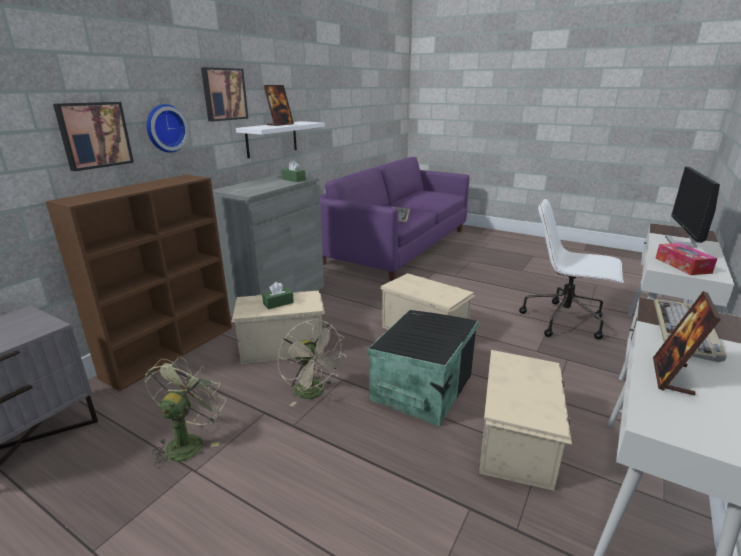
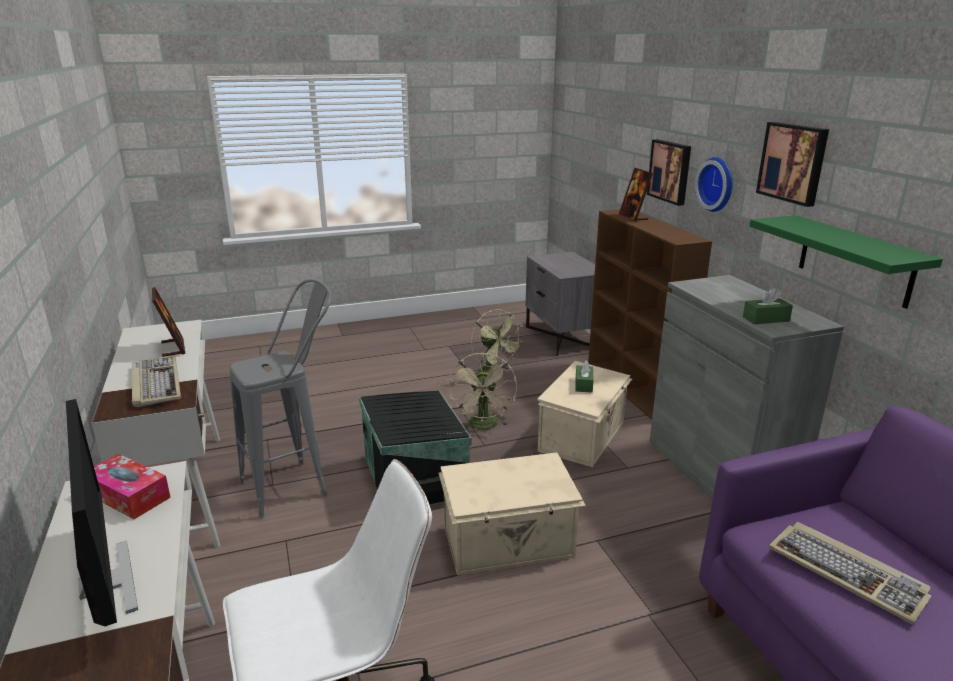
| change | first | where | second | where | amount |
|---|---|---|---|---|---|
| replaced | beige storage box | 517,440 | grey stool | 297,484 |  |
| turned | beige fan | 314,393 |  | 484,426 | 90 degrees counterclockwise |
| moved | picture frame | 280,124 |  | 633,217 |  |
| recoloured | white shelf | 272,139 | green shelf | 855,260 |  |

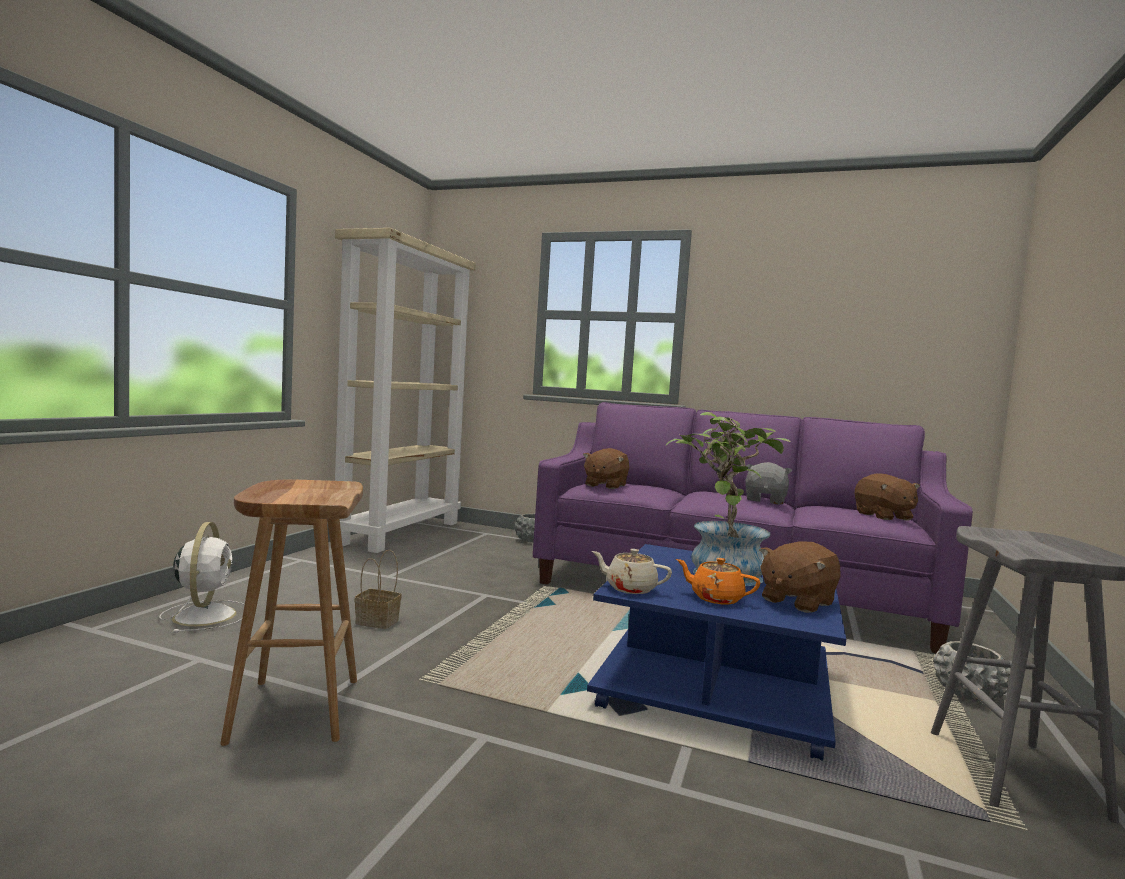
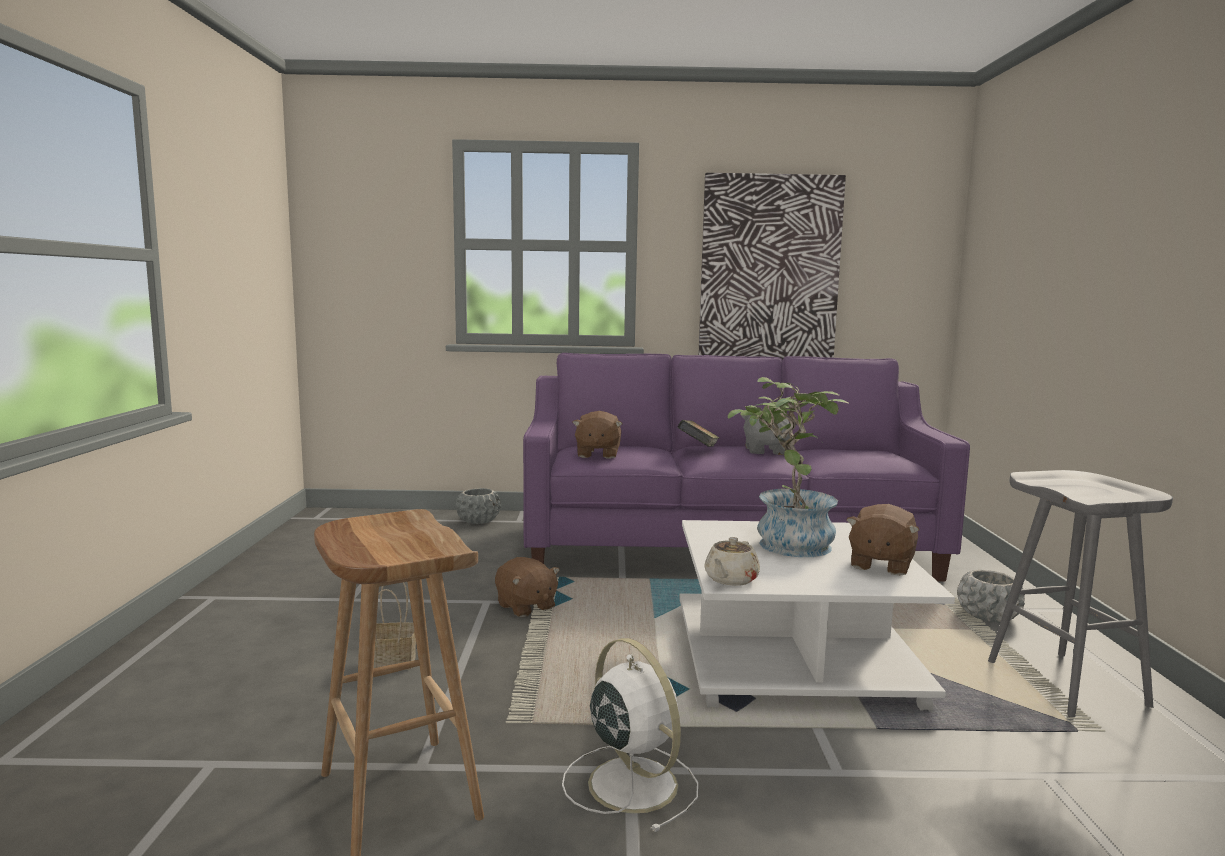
| change | first | where | second | where | amount |
|---|---|---|---|---|---|
| moved | brown plush toy | 883,516 |  | 526,607 |  |
| moved | white fan | 205,615 |  | 630,782 |  |
| added |  |  | book | 698,449 |  |
| recoloured | blue coffee table | 718,685 | white coffee table | 795,657 |  |
| added |  |  | picture | 769,269 |  |
| turned | beige teapot | 630,588 |  | 730,579 | 60 degrees counterclockwise |
| removed | beige bookcase | 400,533 |  |  |  |
| removed | orange teapot | 715,598 |  |  |  |

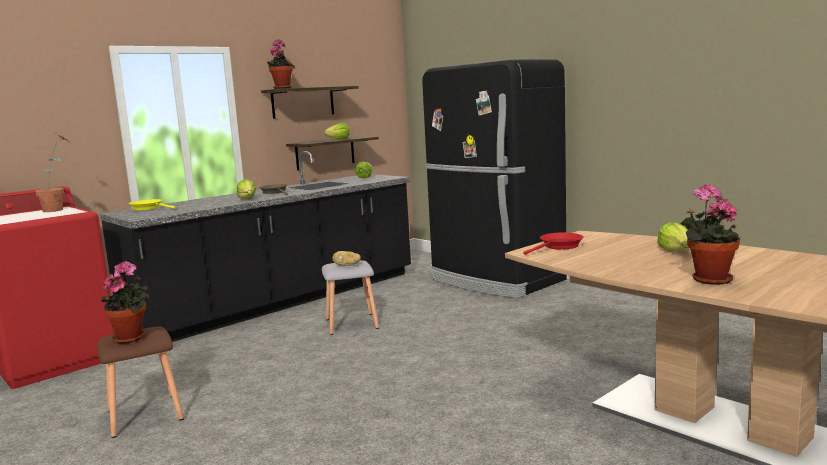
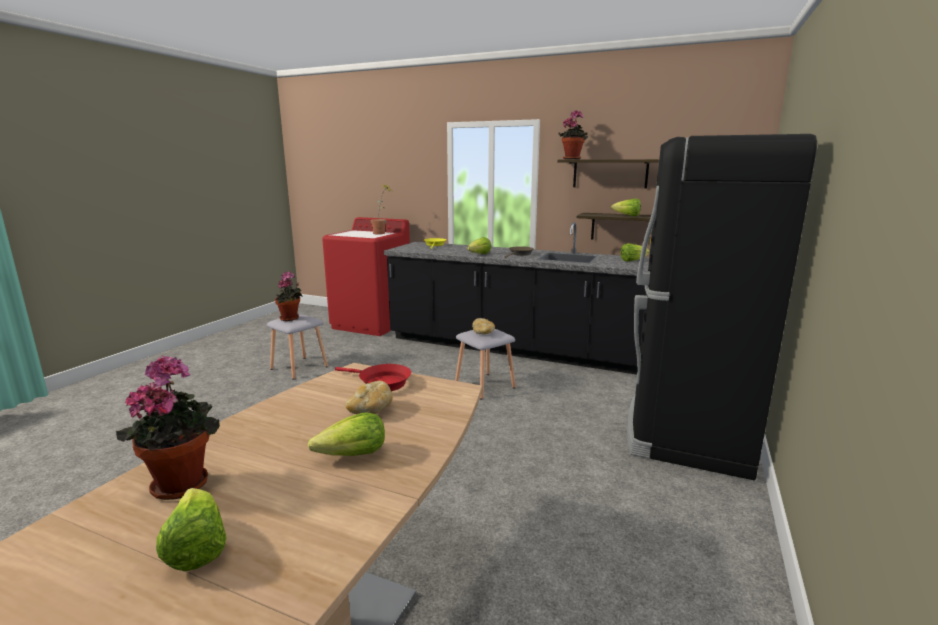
| change | first | where | second | where | amount |
|---|---|---|---|---|---|
| added |  |  | lettuce | 196,548 |  |
| recoloured | brown stool | 144,415 | grey stool | 299,367 |  |
| added |  |  | bread | 371,410 |  |

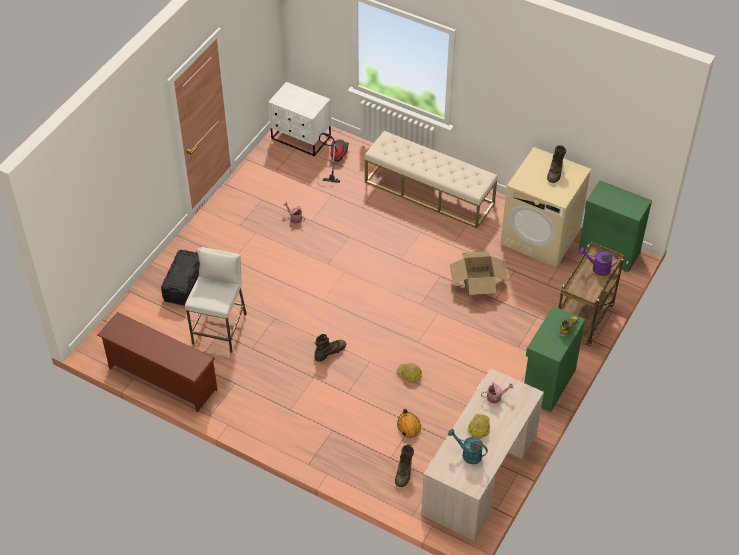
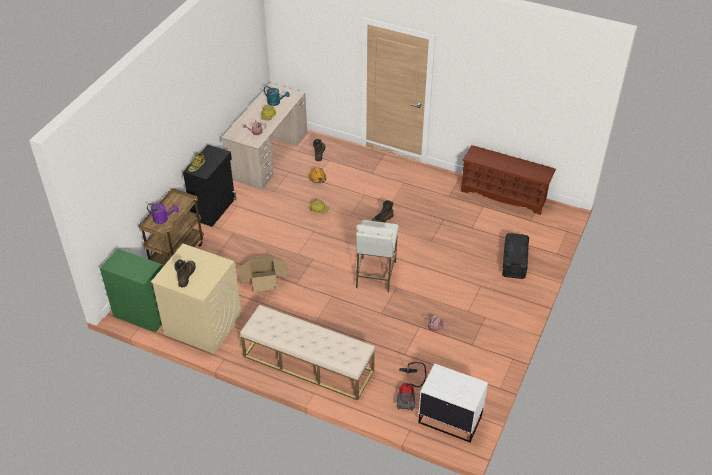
| change | first | where | second | where | amount |
|---|---|---|---|---|---|
| recoloured | green cabinet | 547,384 | black cabinet | 214,209 |  |
| moved | white stool | 220,328 |  | 375,275 |  |

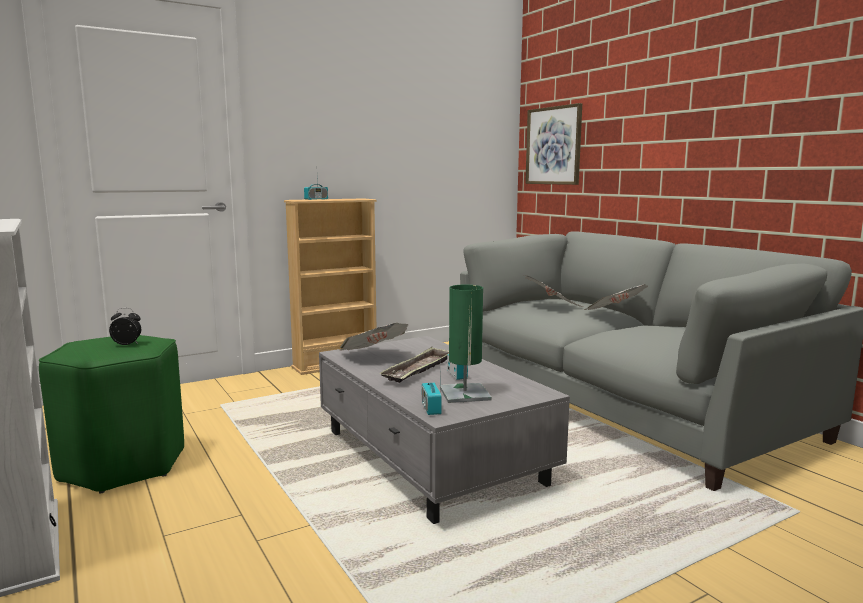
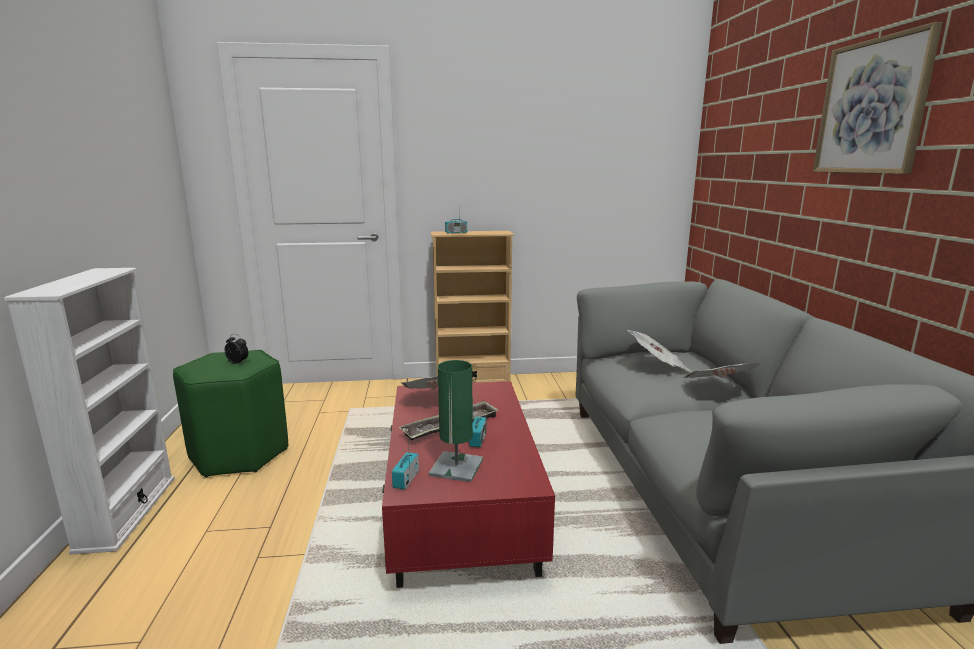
| change | first | where | second | where | amount |
|---|---|---|---|---|---|
| recoloured | grey coffee table | 431,458 | red coffee table | 461,509 |  |
| moved | picture | 553,146 |  | 872,107 |  |

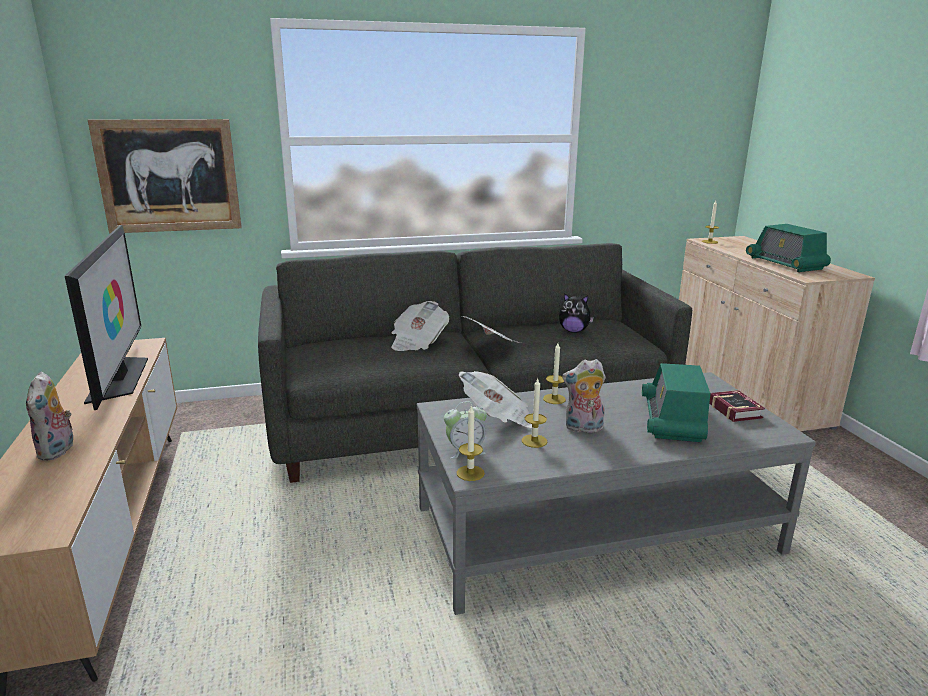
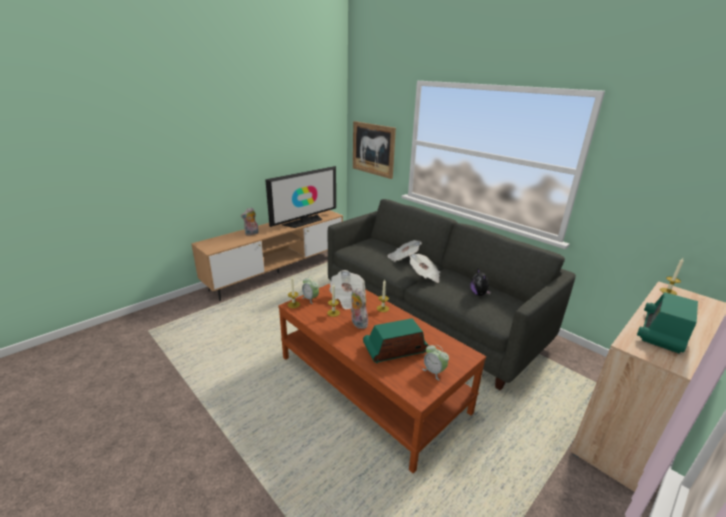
| change | first | where | second | where | amount |
|---|---|---|---|---|---|
| recoloured | grey coffee table | 596,530 | brown coffee table | 371,384 |  |
| replaced | book | 734,409 | alarm clock | 434,372 |  |

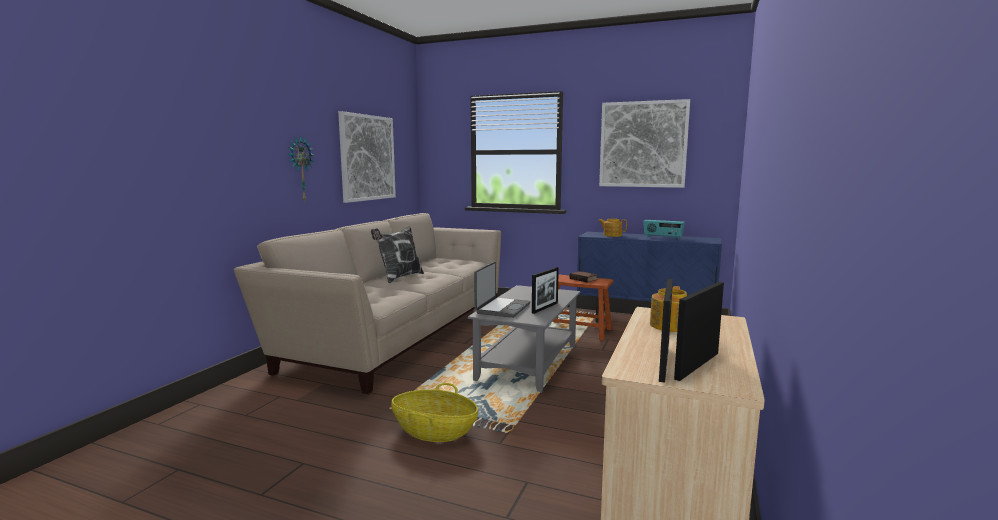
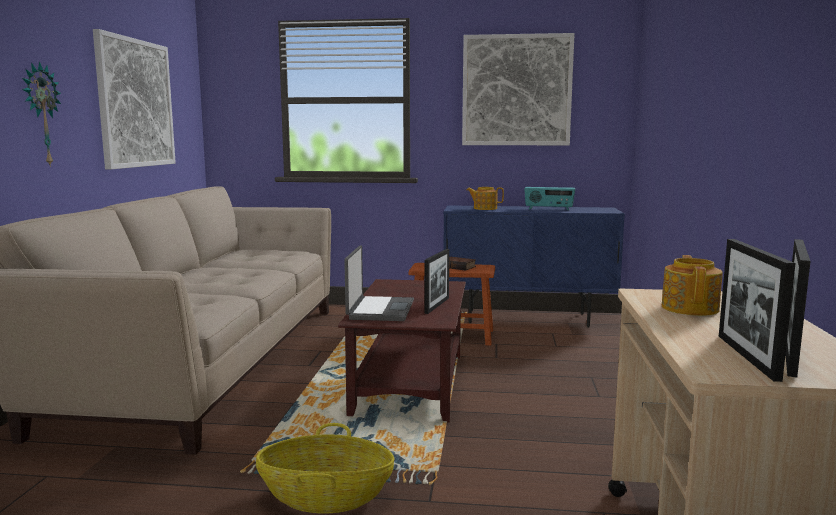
| change | first | where | second | where | amount |
|---|---|---|---|---|---|
| recoloured | grey coffee table | 528,362 | brown coffee table | 409,382 |  |
| removed | pillow | 399,277 |  |  |  |

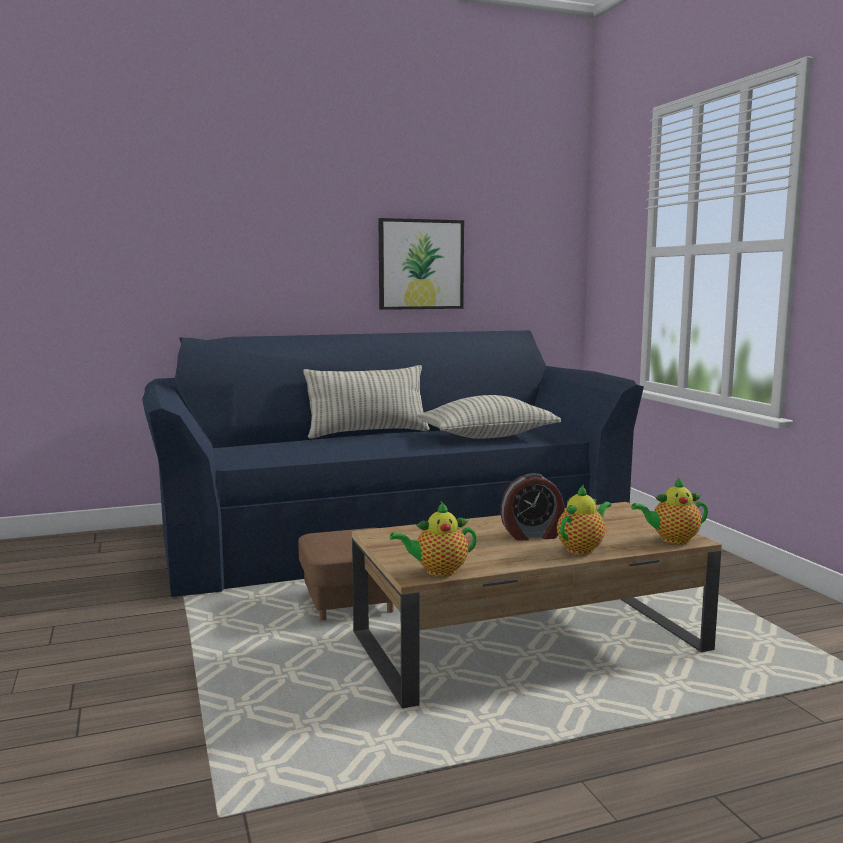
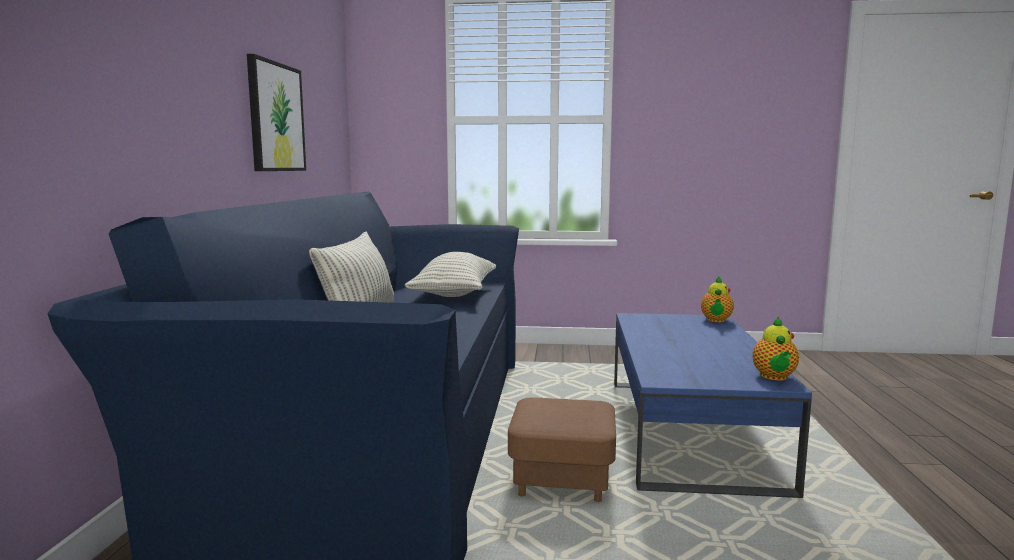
| change | first | where | second | where | amount |
|---|---|---|---|---|---|
| recoloured | brown coffee table | 531,641 | blue coffee table | 688,429 |  |
| removed | alarm clock | 532,535 |  |  |  |
| removed | teapot | 582,549 |  |  |  |

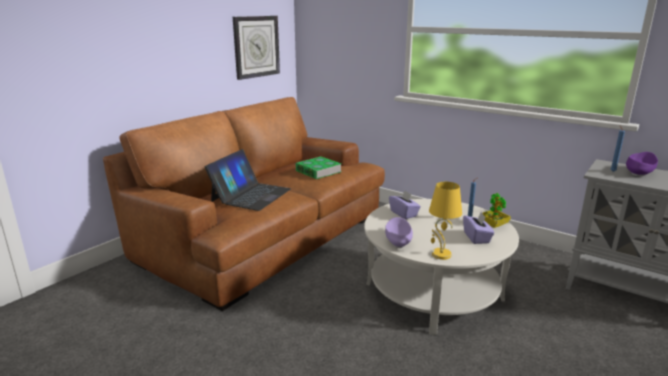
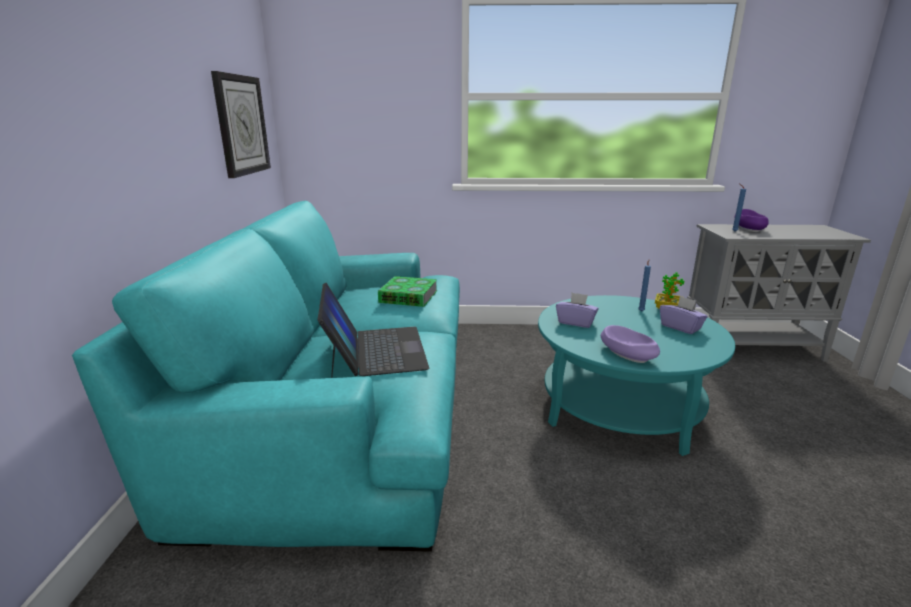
| change | first | where | second | where | amount |
|---|---|---|---|---|---|
| recoloured | brown sofa | 263,235 | turquoise sofa | 345,410 |  |
| recoloured | white coffee table | 433,291 | turquoise coffee table | 620,406 |  |
| removed | yellow table lamp | 440,254 |  |  |  |

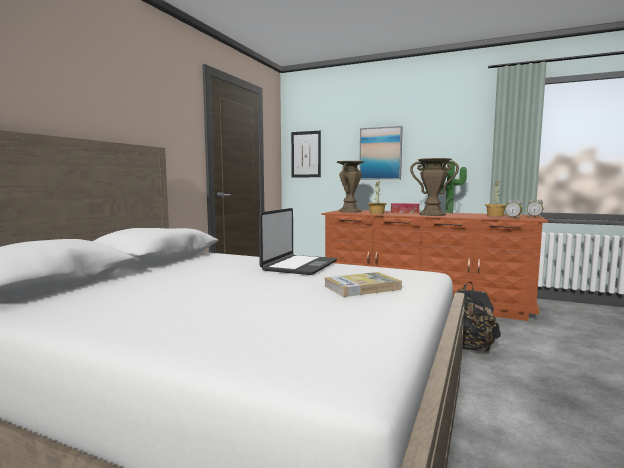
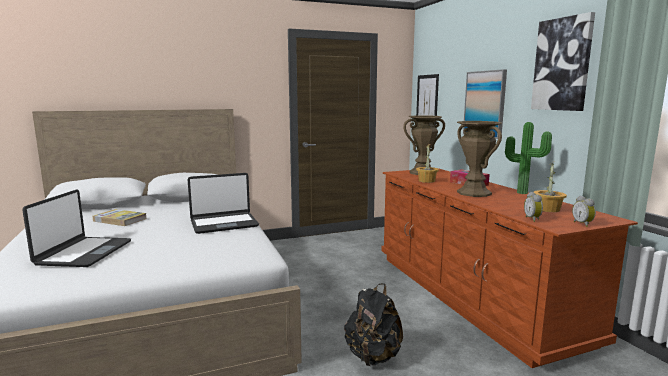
| change | first | where | second | where | amount |
|---|---|---|---|---|---|
| added |  |  | laptop | 84,253 |  |
| moved | book | 362,287 |  | 120,220 |  |
| added |  |  | picture | 562,64 |  |

